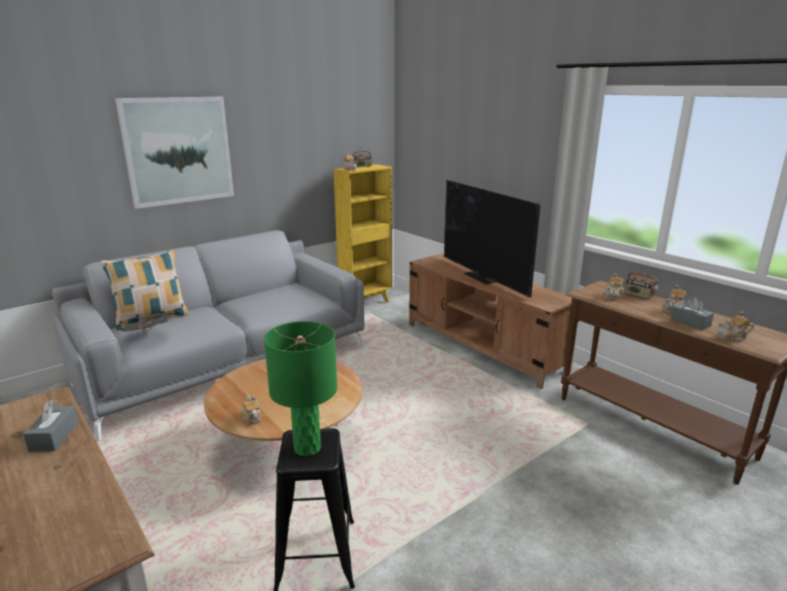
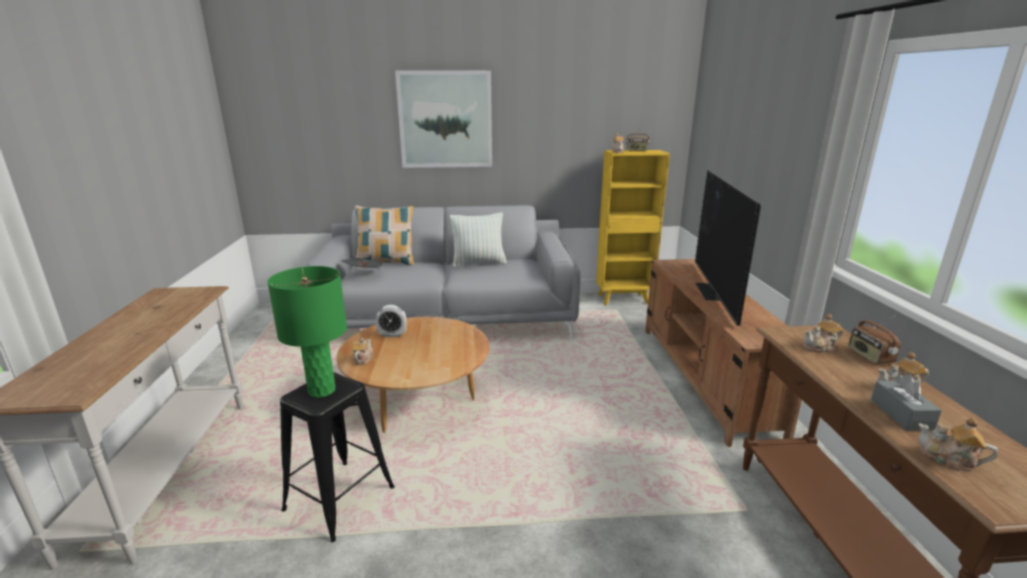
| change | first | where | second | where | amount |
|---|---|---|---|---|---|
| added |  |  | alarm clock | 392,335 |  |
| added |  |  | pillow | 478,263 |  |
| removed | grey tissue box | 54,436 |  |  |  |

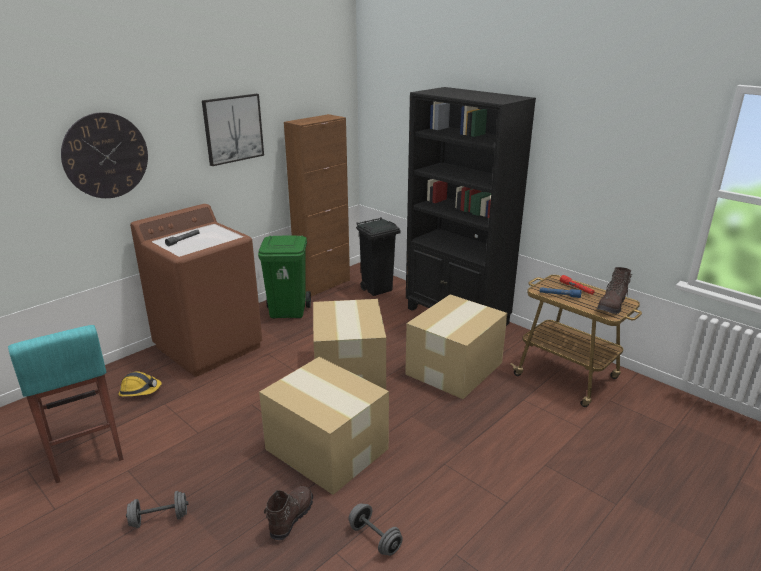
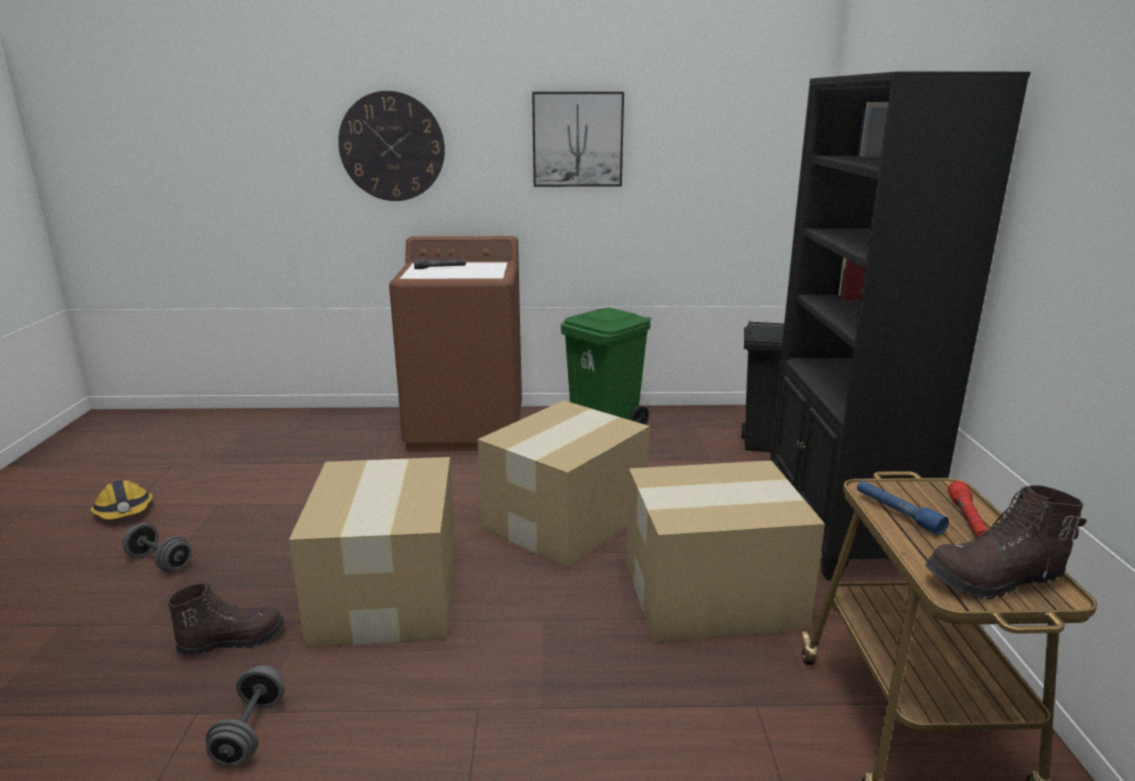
| change | first | where | second | where | amount |
|---|---|---|---|---|---|
| moved | hard hat | 140,390 |  | 124,511 |  |
| removed | turquoise stool | 84,452 |  |  |  |
| removed | brown cabinet | 323,285 |  |  |  |

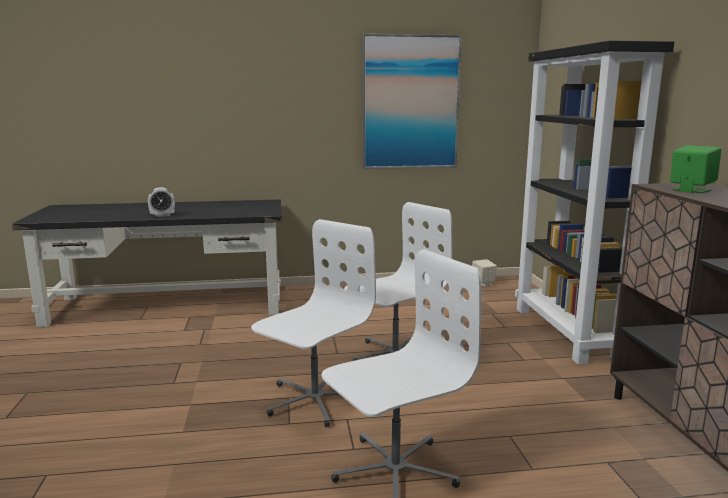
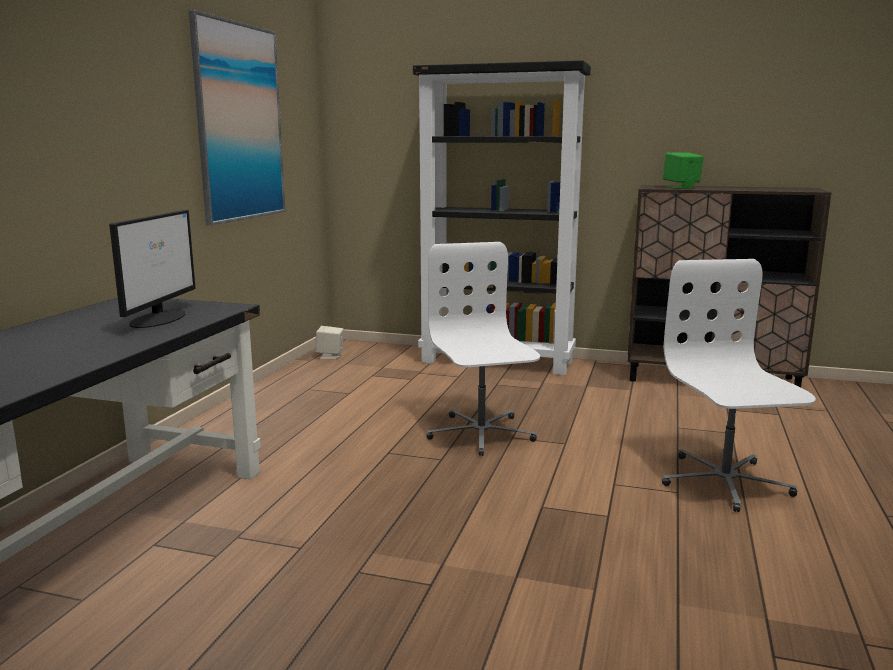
| change | first | where | second | where | amount |
|---|---|---|---|---|---|
| added |  |  | monitor | 159,318 |  |
| removed | alarm clock | 162,215 |  |  |  |
| removed | white office chair | 314,400 |  |  |  |

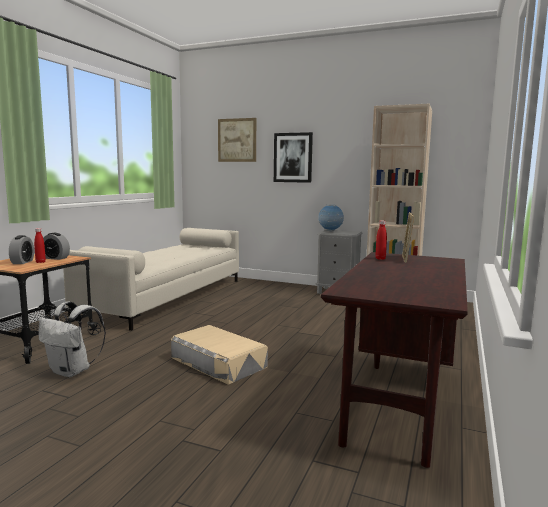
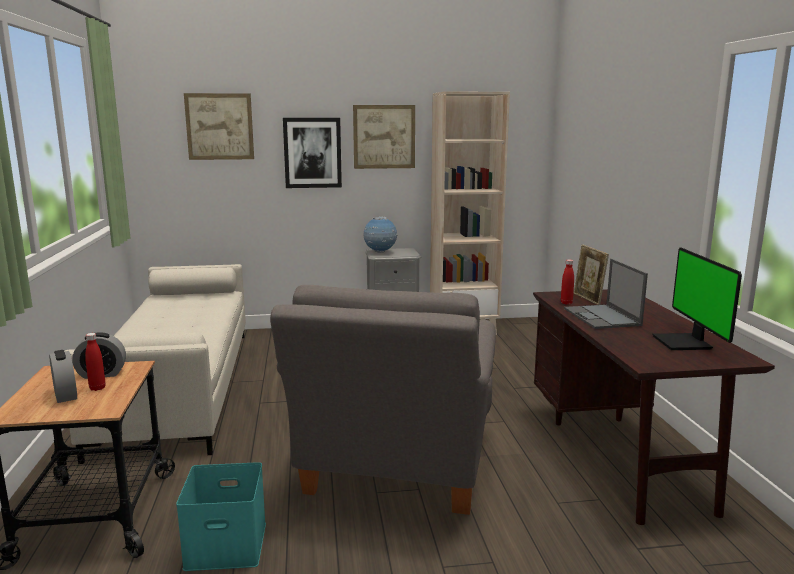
| change | first | where | second | where | amount |
|---|---|---|---|---|---|
| replaced | white backpack | 72,371 | turquoise storage box | 228,544 |  |
| replaced | beige storage box | 218,362 | grey armchair | 396,468 |  |
| added |  |  | picture | 384,136 |  |
| added |  |  | laptop | 602,317 |  |
| added |  |  | monitor | 684,343 |  |

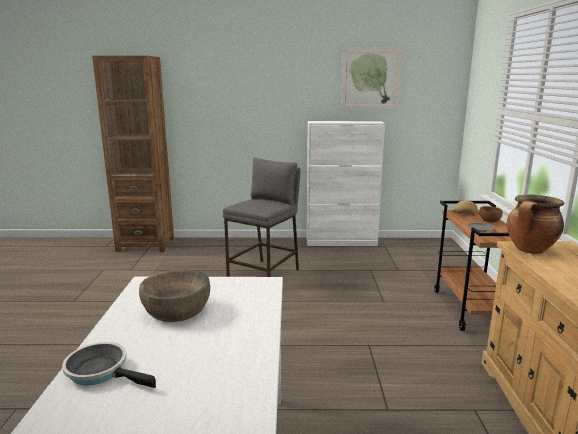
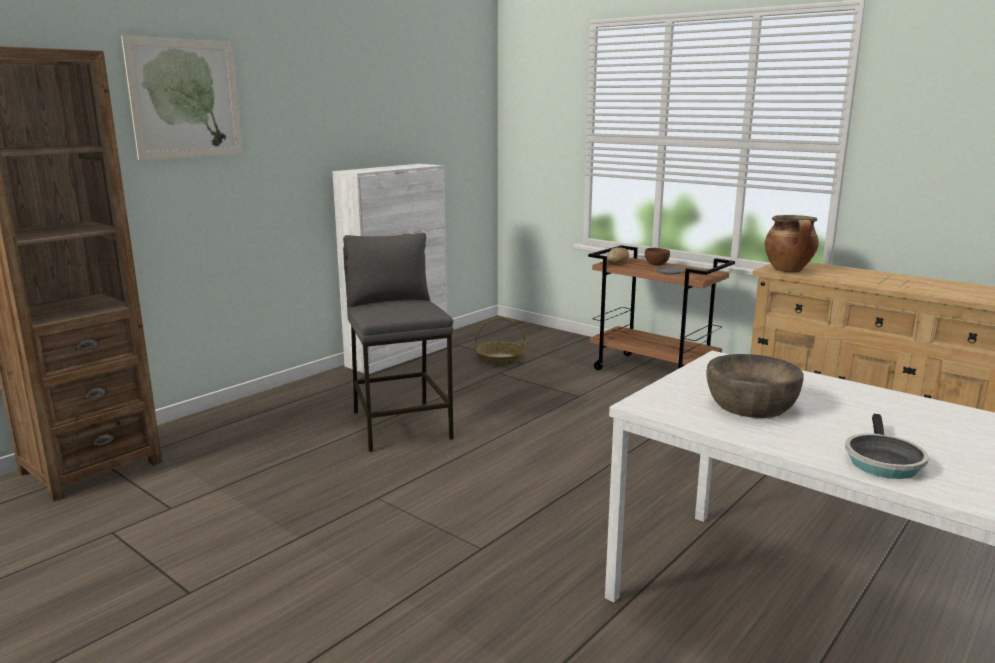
| change | first | where | second | where | amount |
|---|---|---|---|---|---|
| moved | picture | 371,78 |  | 186,99 |  |
| added |  |  | basket | 500,359 |  |
| turned | frying pan | 101,371 |  | 881,461 | 45 degrees counterclockwise |

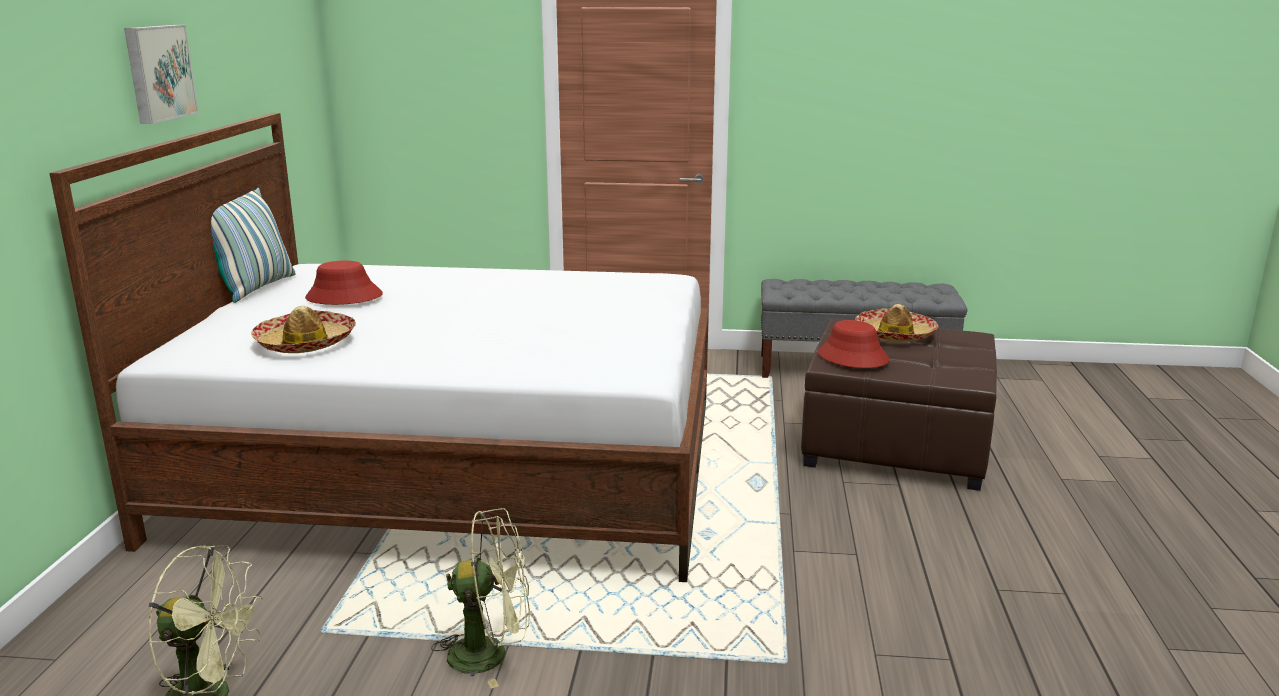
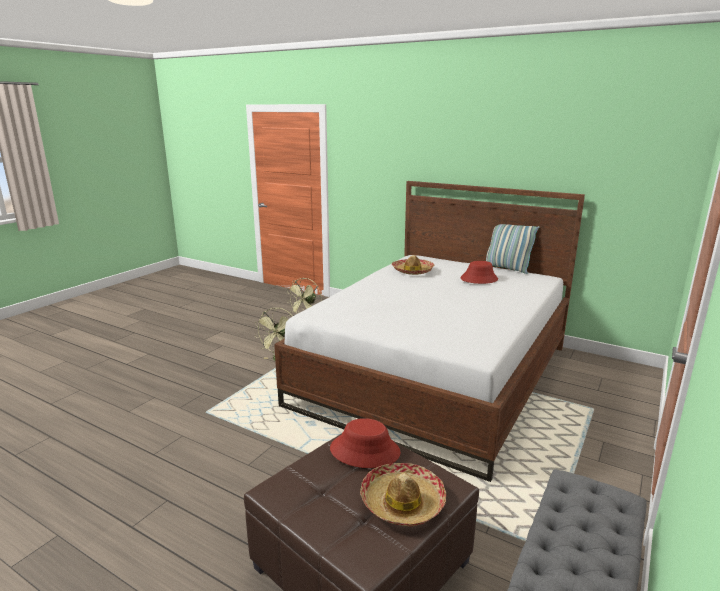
| change | first | where | second | where | amount |
|---|---|---|---|---|---|
| removed | picture | 158,72 |  |  |  |

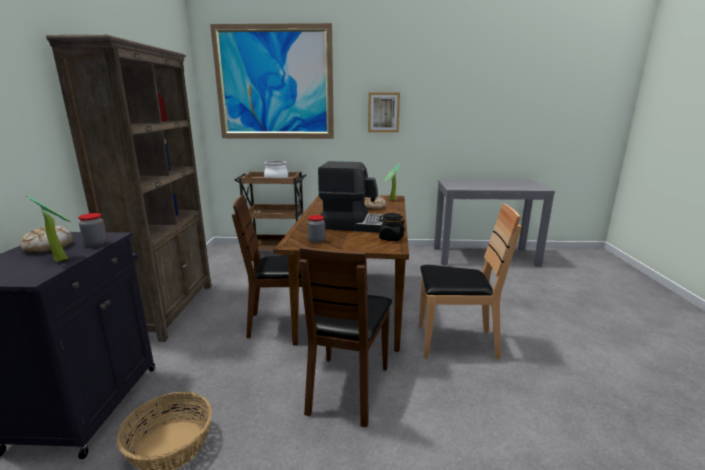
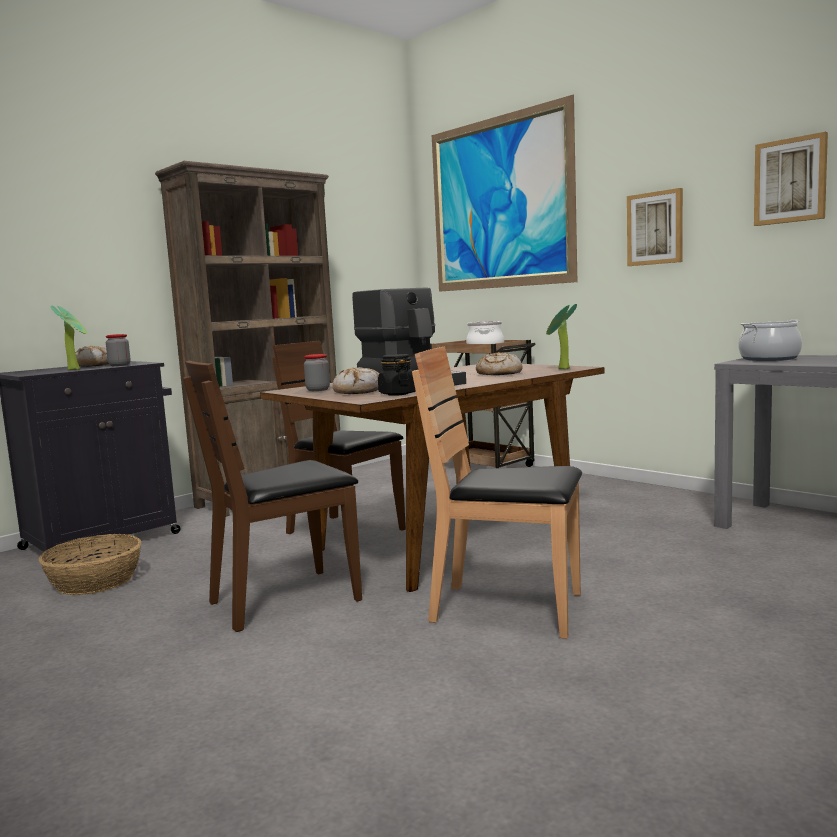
| change | first | where | second | where | amount |
|---|---|---|---|---|---|
| added |  |  | bread | 359,391 |  |
| turned | brown chair | 455,342 |  | 508,609 | 150 degrees clockwise |
| added |  |  | cooking pot | 769,359 |  |
| added |  |  | picture | 790,181 |  |

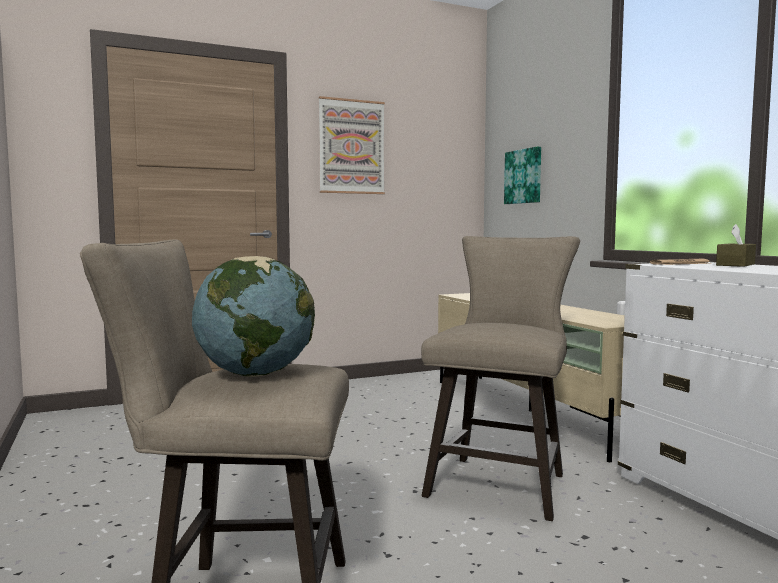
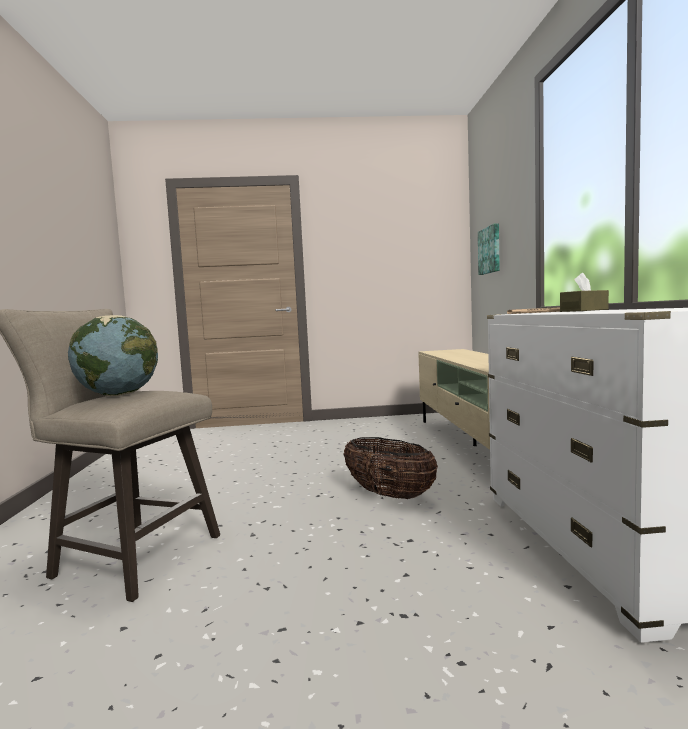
| change | first | where | second | where | amount |
|---|---|---|---|---|---|
| replaced | beige stool | 501,482 | basket | 389,495 |  |
| removed | picture | 351,147 |  |  |  |

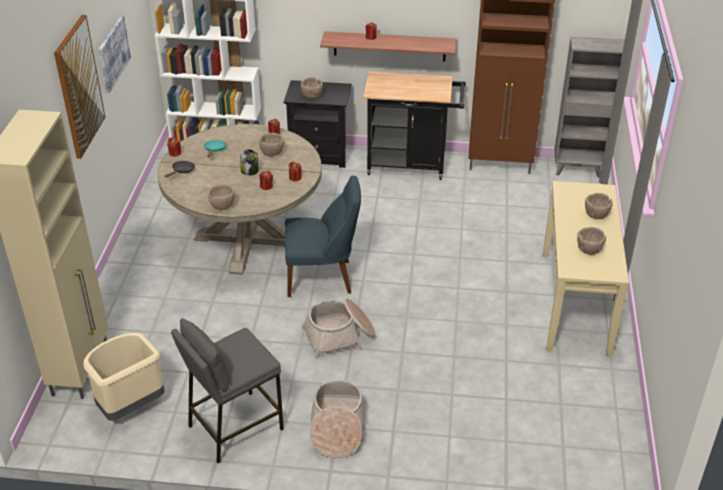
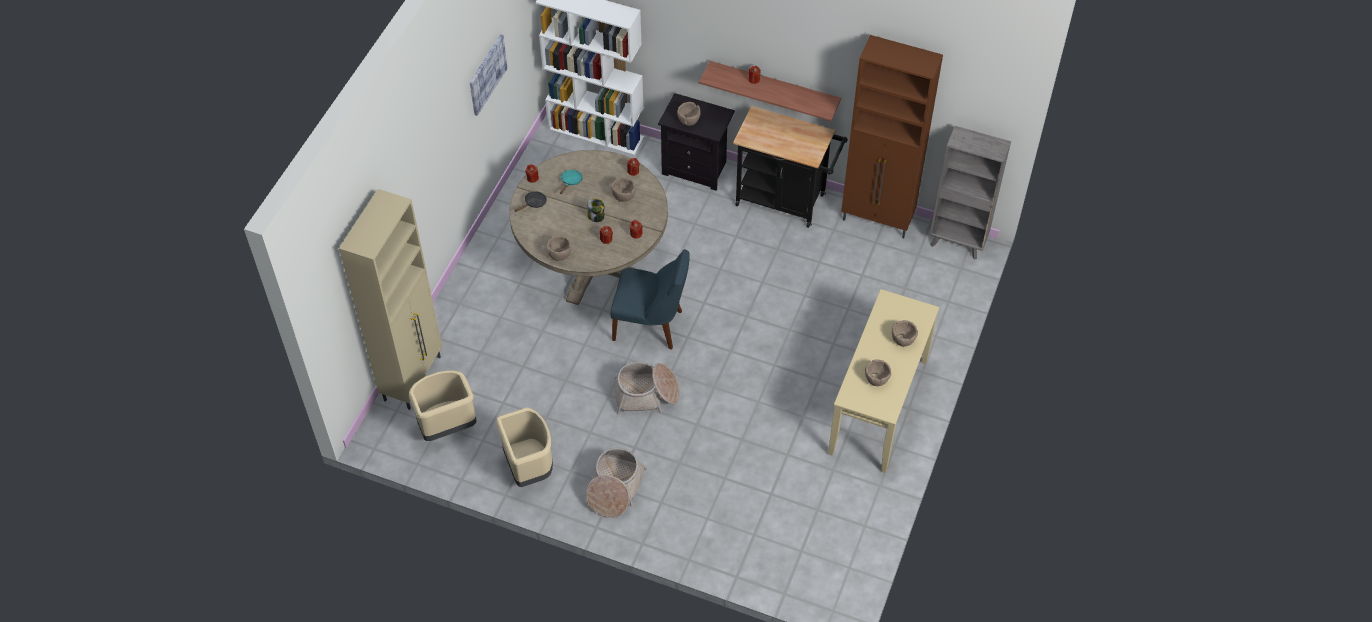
| change | first | where | second | where | amount |
|---|---|---|---|---|---|
| replaced | grey stool | 234,427 | beige trash can | 529,467 |  |
| removed | picture | 79,87 |  |  |  |

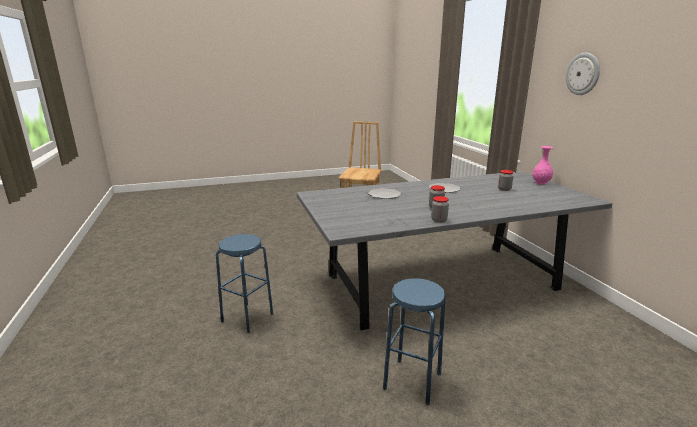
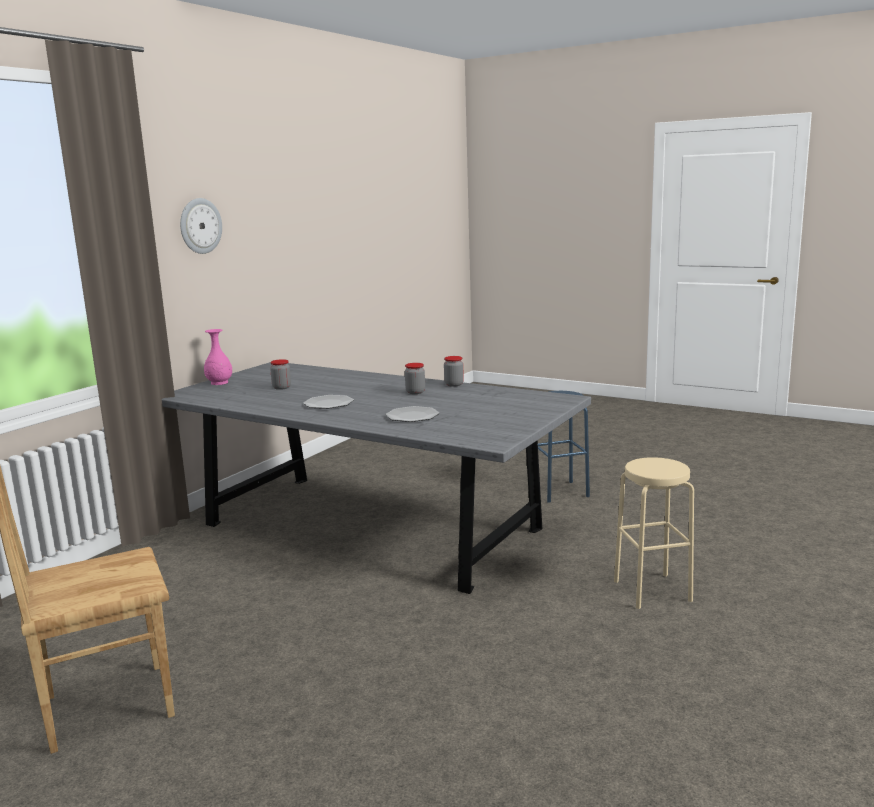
| change | first | where | second | where | amount |
|---|---|---|---|---|---|
| recoloured | blue stool | 247,317 | beige stool | 652,591 |  |

